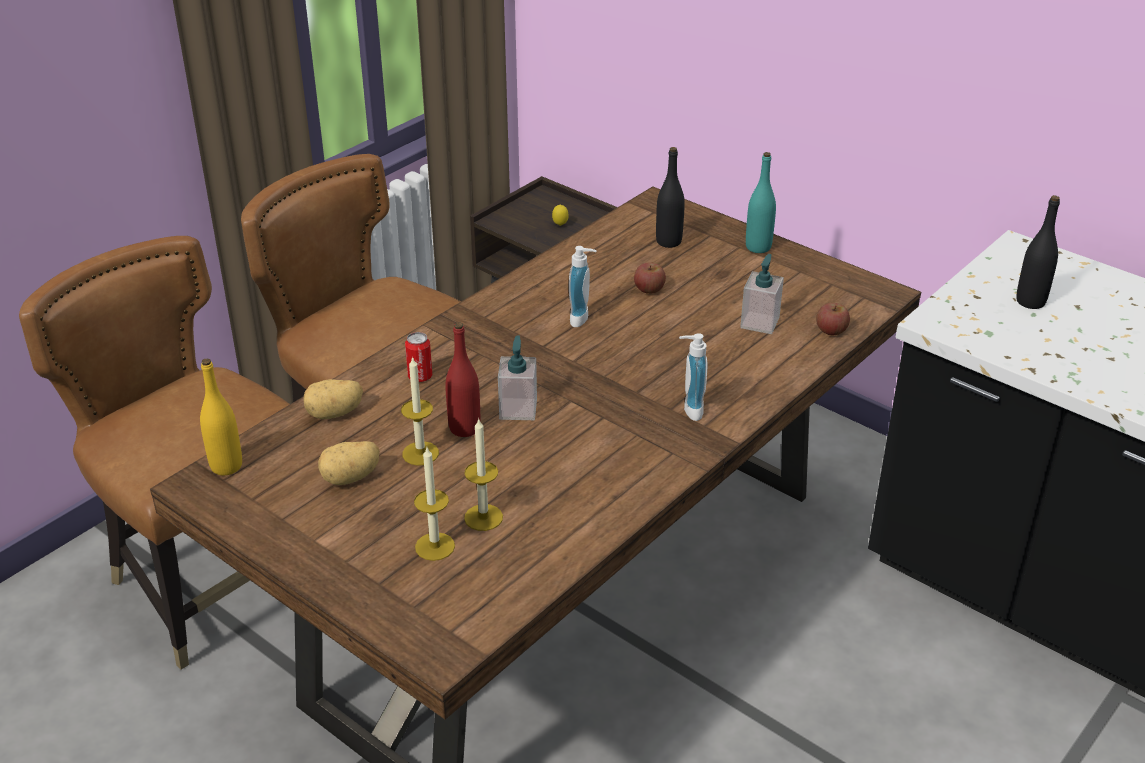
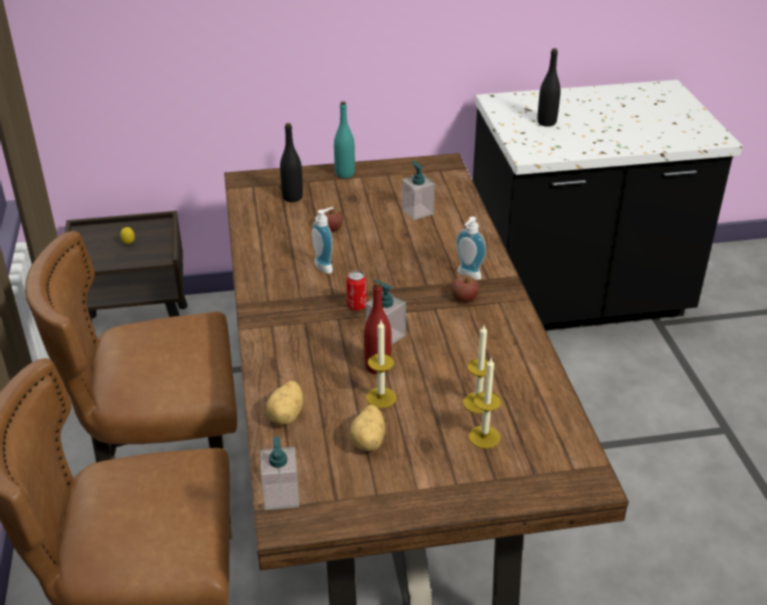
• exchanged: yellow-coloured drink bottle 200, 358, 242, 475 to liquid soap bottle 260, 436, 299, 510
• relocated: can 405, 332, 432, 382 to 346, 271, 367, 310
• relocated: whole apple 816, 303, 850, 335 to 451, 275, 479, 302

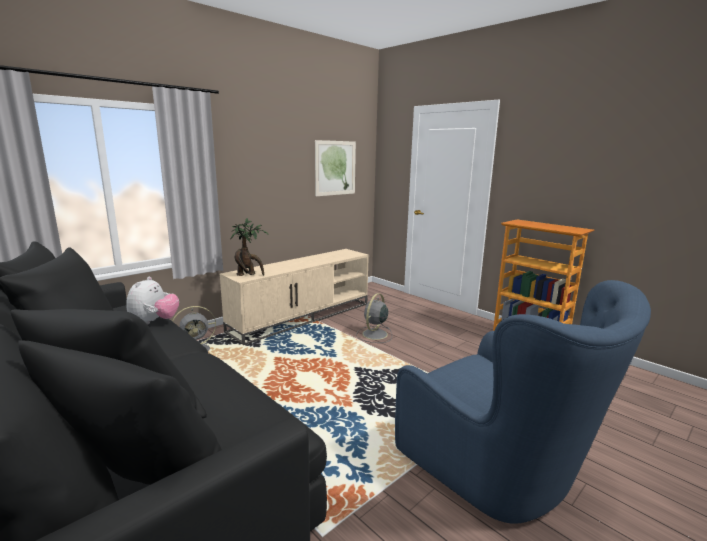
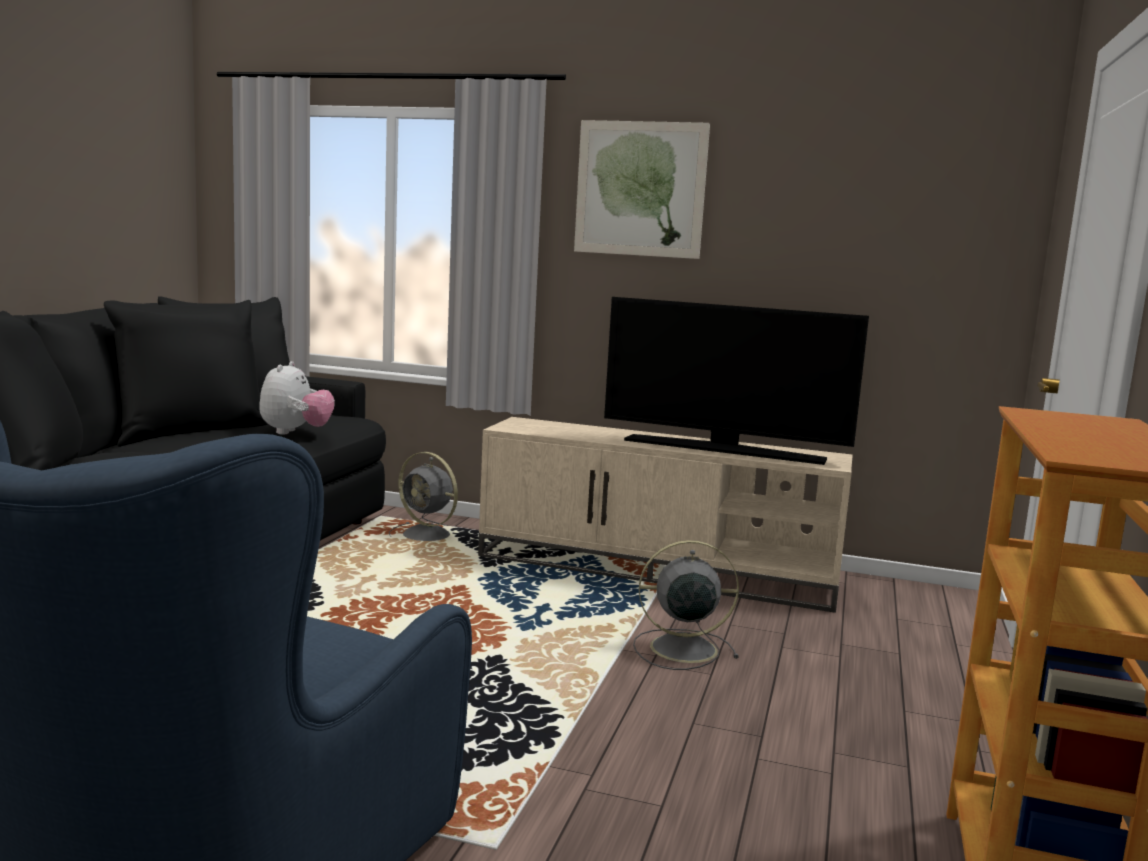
• spun: cuddly toy 126, 277, 179, 325 = 259, 361, 335, 435 60 degrees counterclockwise
• missing: houseplant 230, 218, 269, 276
• relocated: wall art 315, 140, 356, 196 to 574, 120, 710, 259
• appeared: TV 604, 297, 869, 465

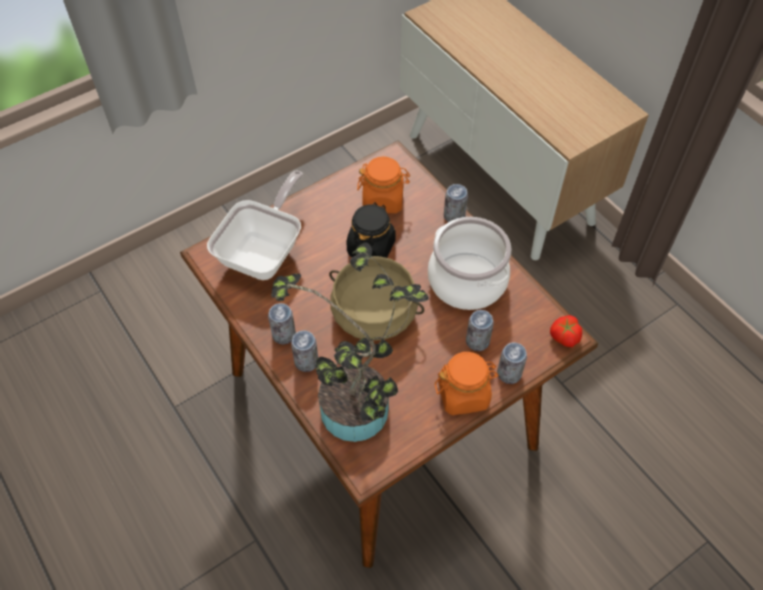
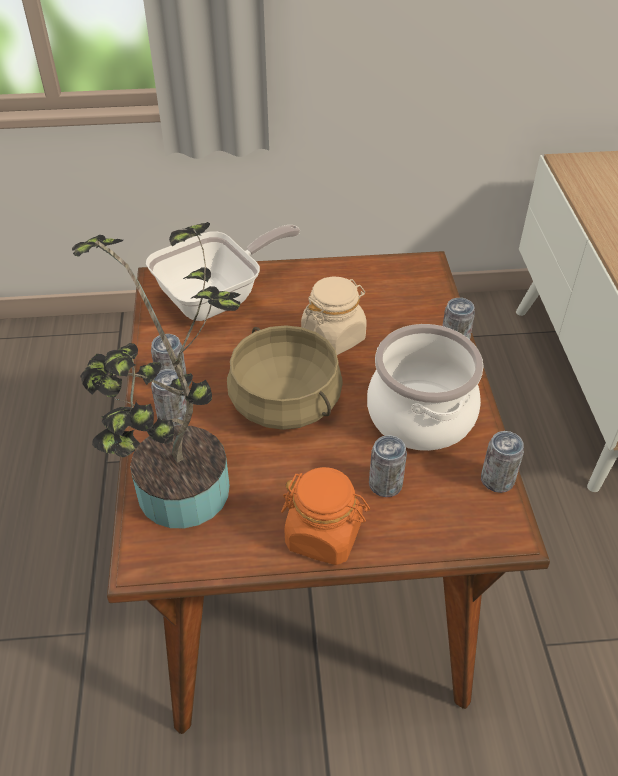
• colour: black-coloured preserve jar 347, 202, 396, 258 to beige-coloured preserve jar 301, 276, 367, 355
• missing: orangey preserve jar 357, 157, 410, 213
• relocated: can 497, 343, 527, 384 to 481, 431, 524, 493
• missing: whole tomato 550, 315, 582, 347

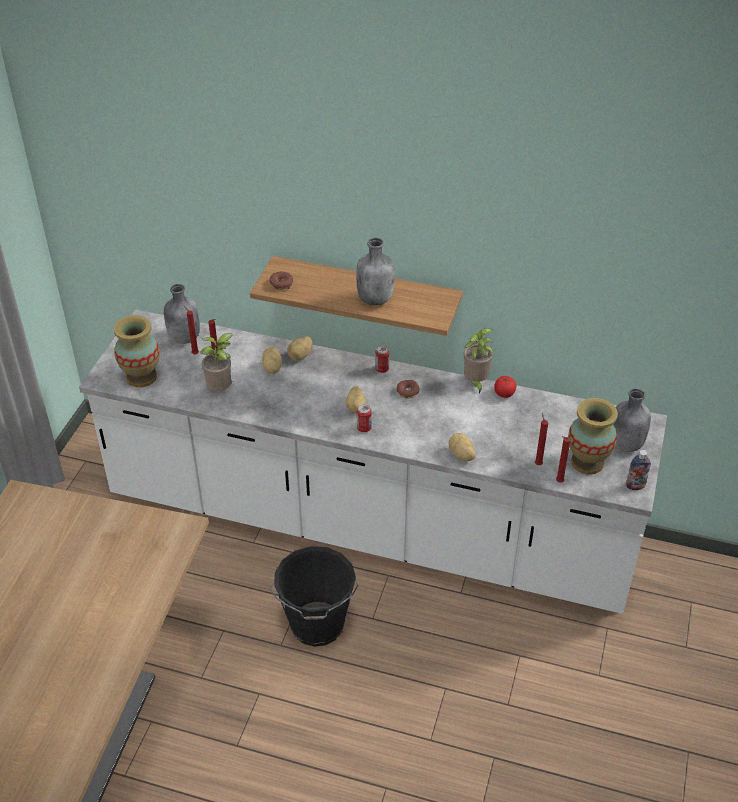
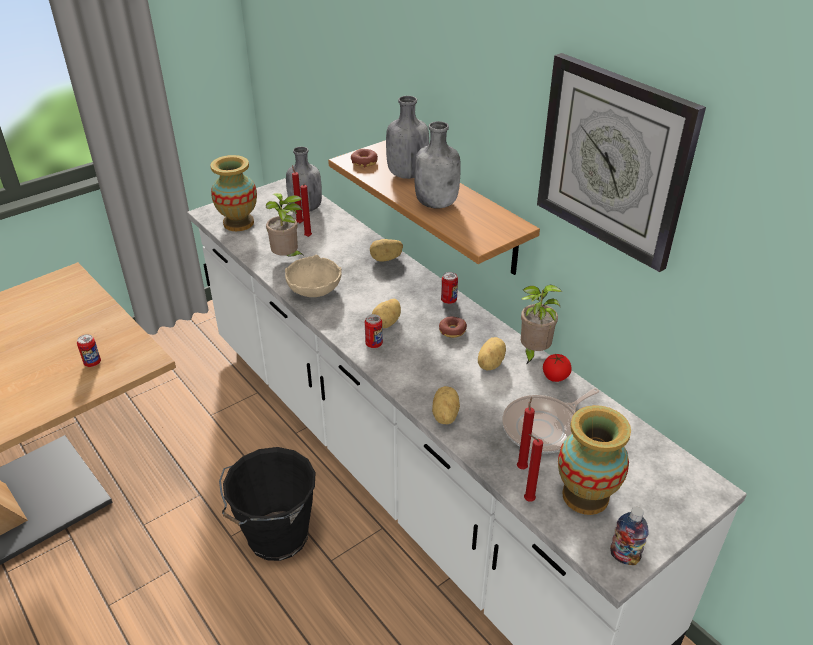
• relocated: potato 262, 347, 282, 374 to 478, 337, 506, 370
• relocated: gray drink bottle 613, 388, 651, 452 to 386, 96, 429, 179
• appeared: can 77, 334, 101, 367
• appeared: beige-coloured bowl 285, 254, 342, 297
• appeared: pan 502, 388, 599, 454
• appeared: hanging clock 537, 53, 706, 272

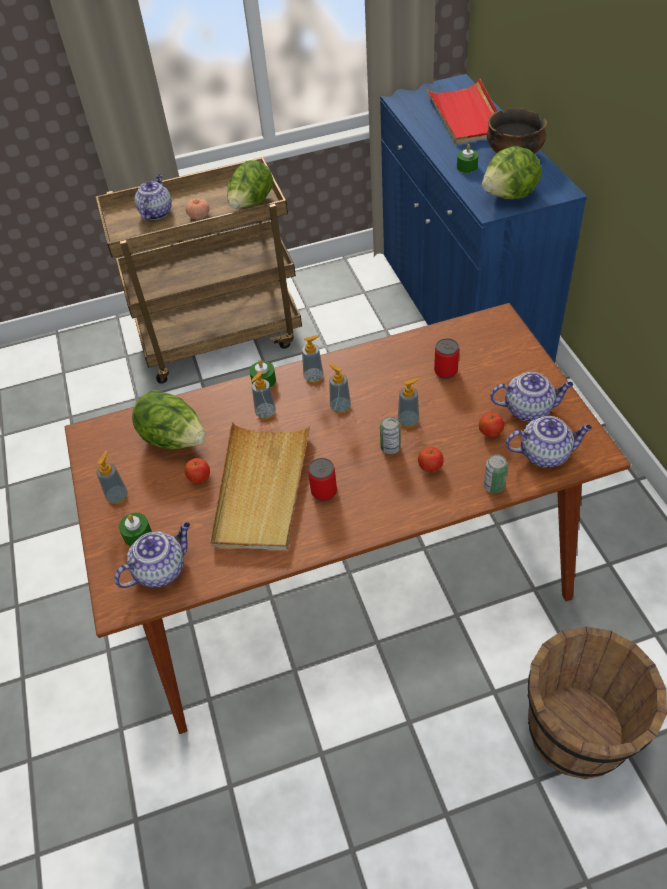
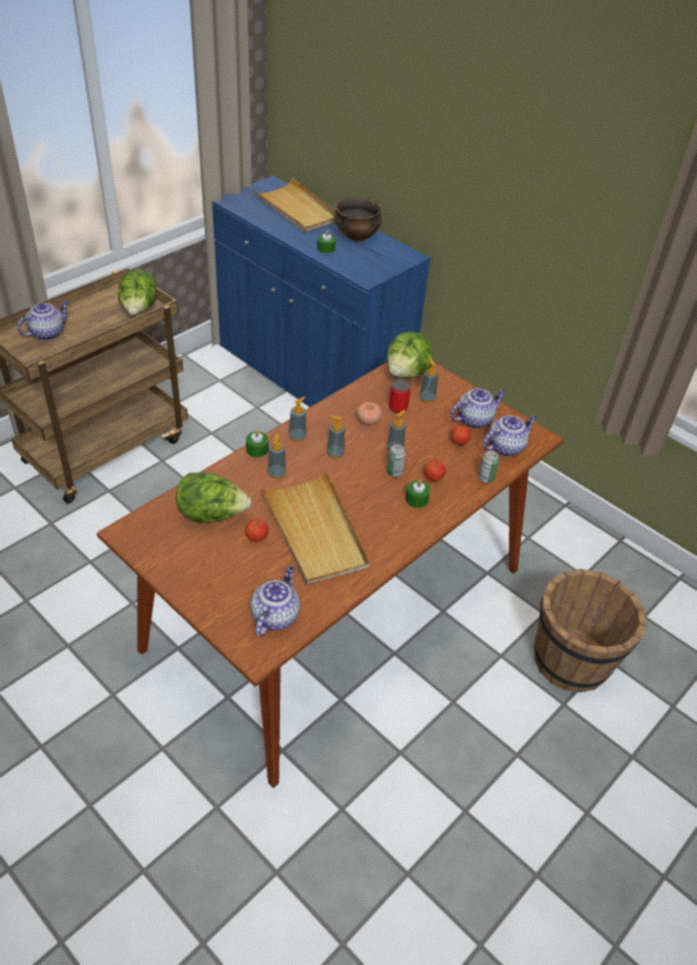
• relocated: liquid soap bottle 96, 451, 128, 504 to 419, 358, 438, 403
• relocated: greenish wax light 119, 513, 152, 546 to 406, 480, 430, 508
• spun: tea pot 135, 174, 172, 220 = 17, 301, 69, 340 60 degrees clockwise
• relocated: whole tomato 186, 198, 210, 219 to 357, 402, 382, 424
• missing: can 308, 458, 337, 501
• colour: reddish carrying tray 425, 78, 497, 145 to beige-coloured carrying tray 251, 178, 335, 233
• relocated: head of lettuce 482, 146, 541, 199 to 387, 332, 433, 378

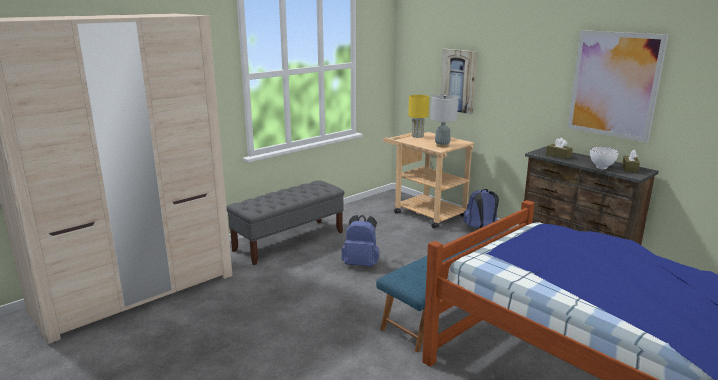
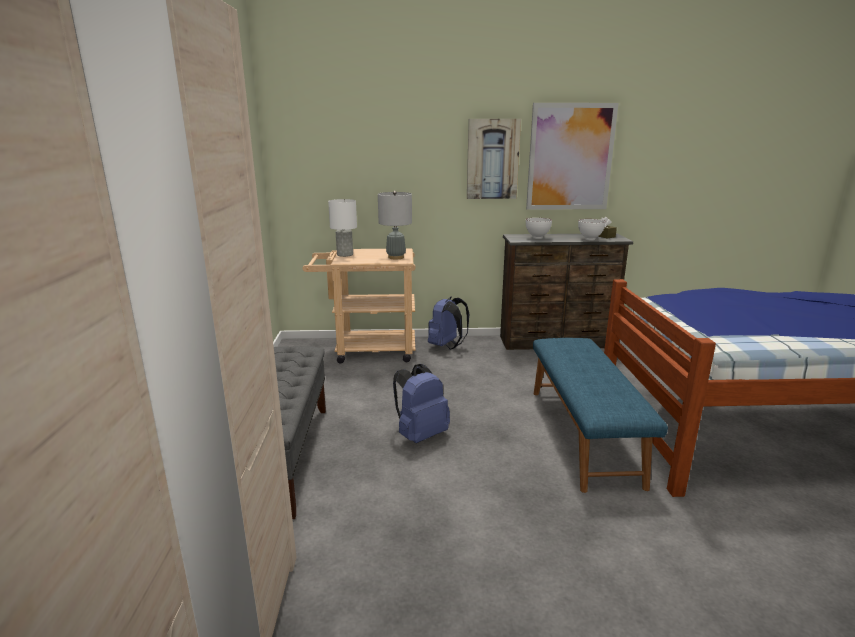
• colour: yellow-coloured lamp for a table 408, 95, 429, 138 to white lamp for a table 328, 199, 357, 257
• relocated: wall art 440, 49, 478, 114 to 467, 119, 521, 199
• exchanged: brownish tissue holder 546, 138, 573, 159 to white bowl 526, 218, 552, 239

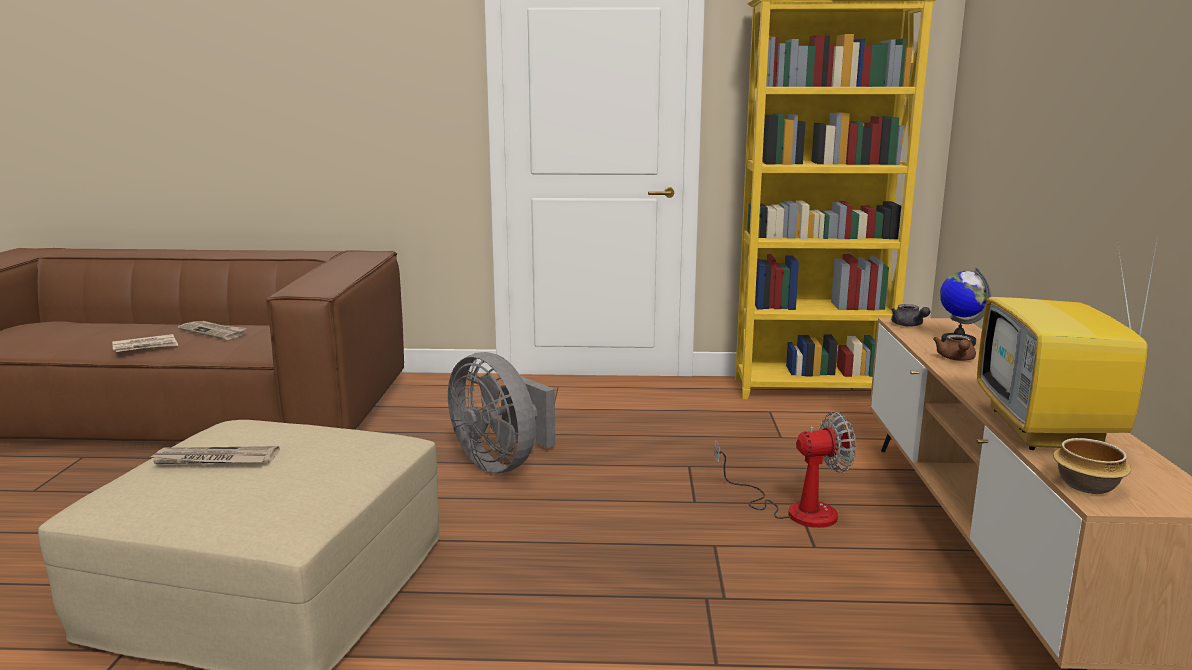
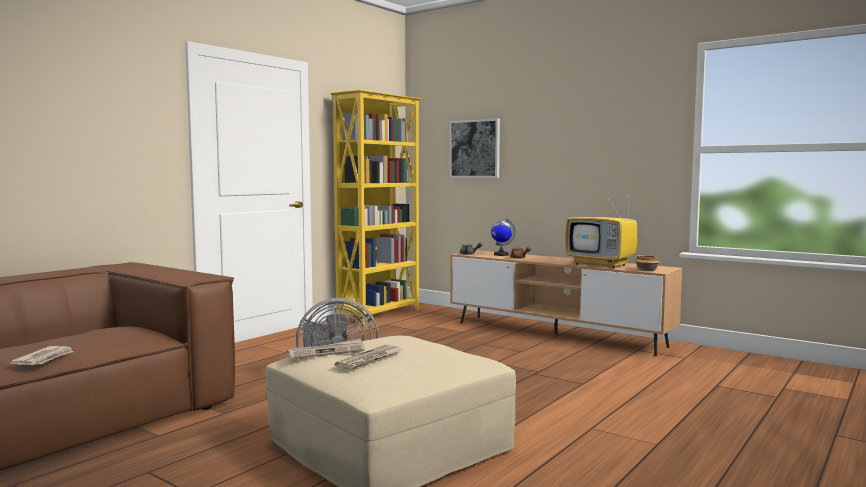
• relocated: printed paper 177, 321, 246, 340 to 287, 339, 365, 359
• missing: cooling fan 714, 412, 856, 528
• appeared: wall art 449, 118, 500, 178

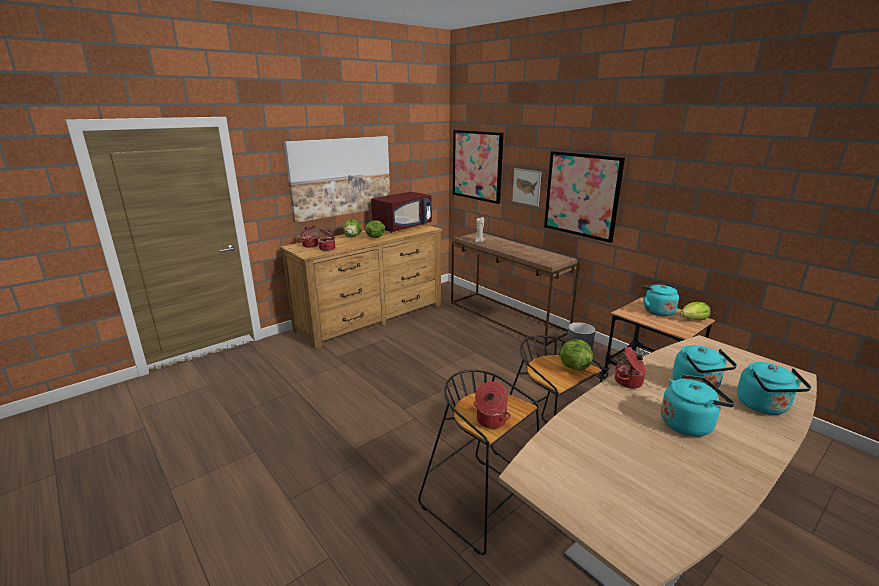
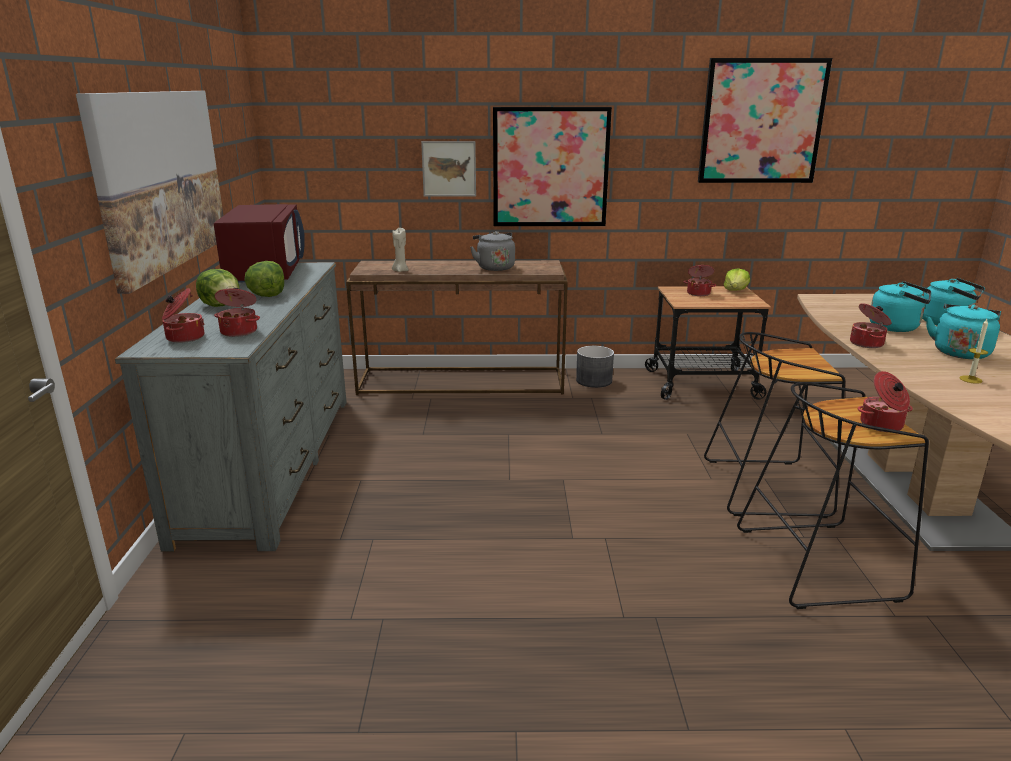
• colour: brownish drawer chest 280, 224, 443, 349 to gray drawer chest 115, 262, 347, 552
• relocated: wall art 453, 130, 503, 204 to 698, 58, 832, 183
• missing: head of lettuce 560, 340, 593, 370
• exchanged: turquoise-coloured water kettle 641, 284, 679, 316 to saucepot 683, 265, 716, 296
• appeared: gray water kettle 470, 231, 515, 271
• appeared: wax light 959, 319, 988, 384

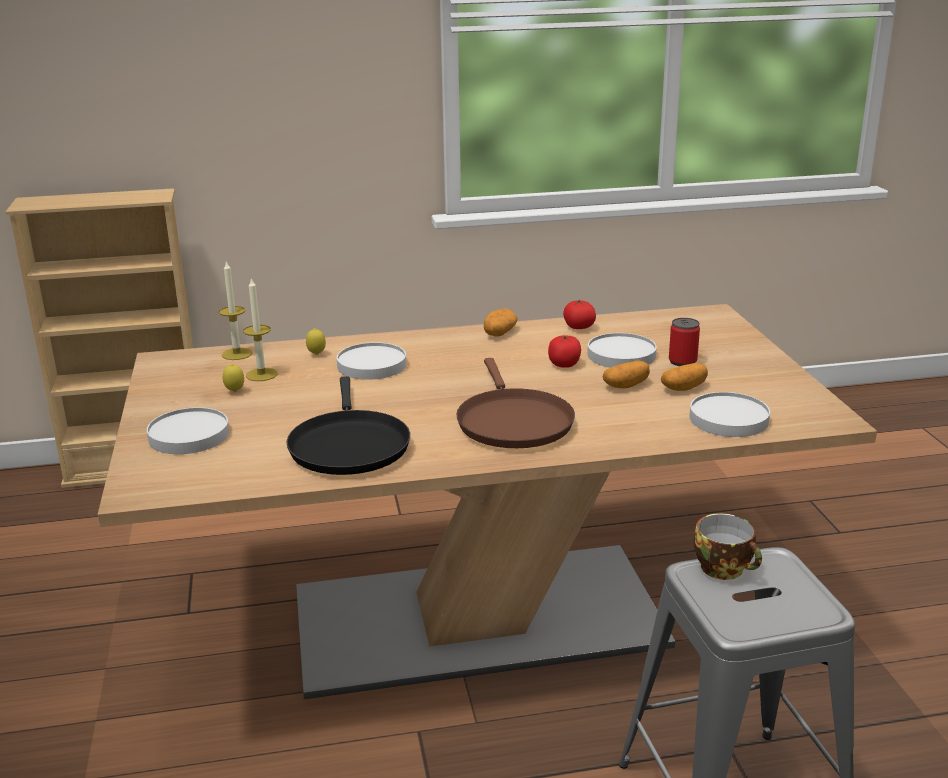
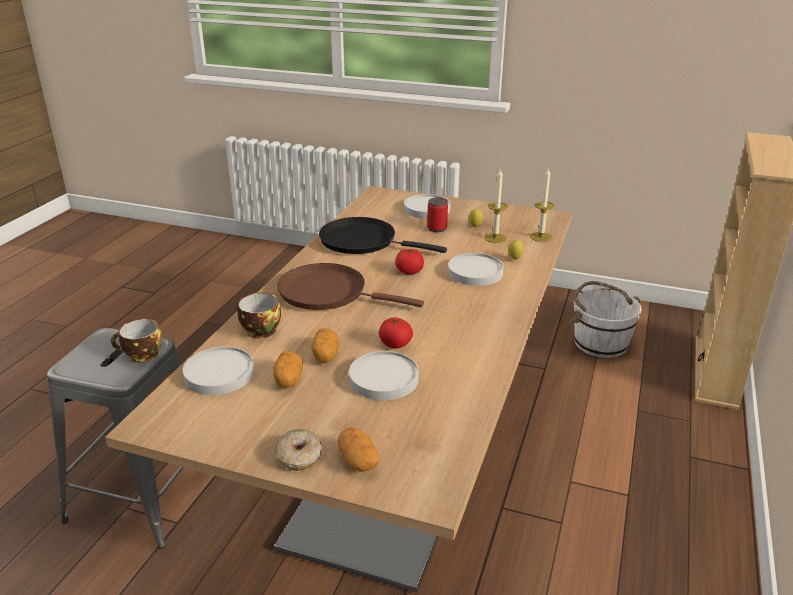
• relocated: potato 484, 308, 518, 337 to 337, 428, 380, 472
• relocated: whole tomato 563, 300, 596, 329 to 395, 249, 424, 275
• relocated: can 669, 318, 700, 366 to 427, 197, 448, 232
• appeared: drinking cup 236, 293, 281, 339
• appeared: doughnut 276, 429, 322, 471
• appeared: white water bucket 569, 281, 642, 358

